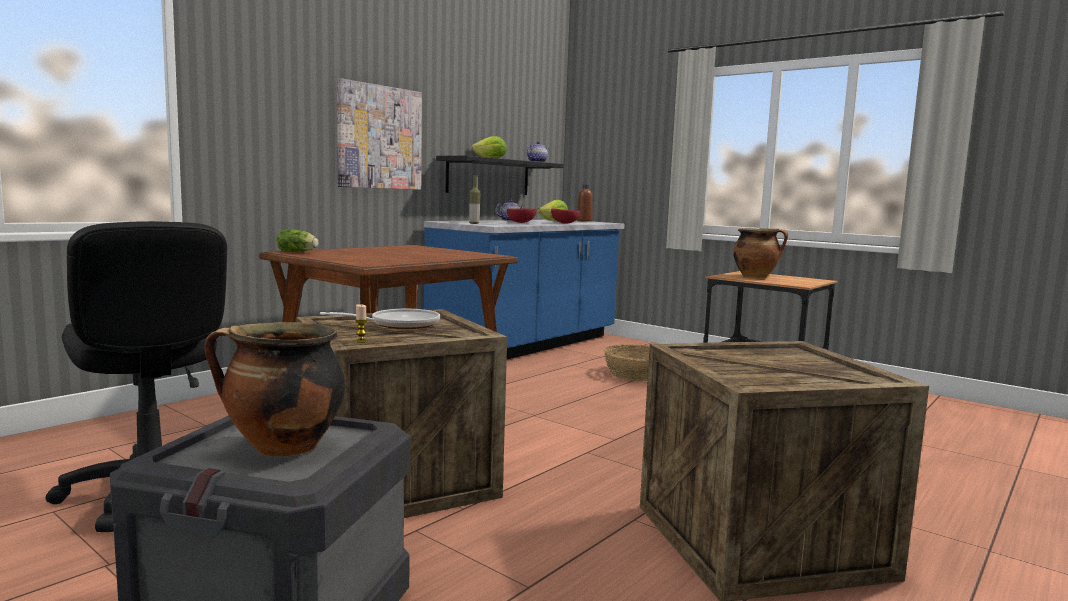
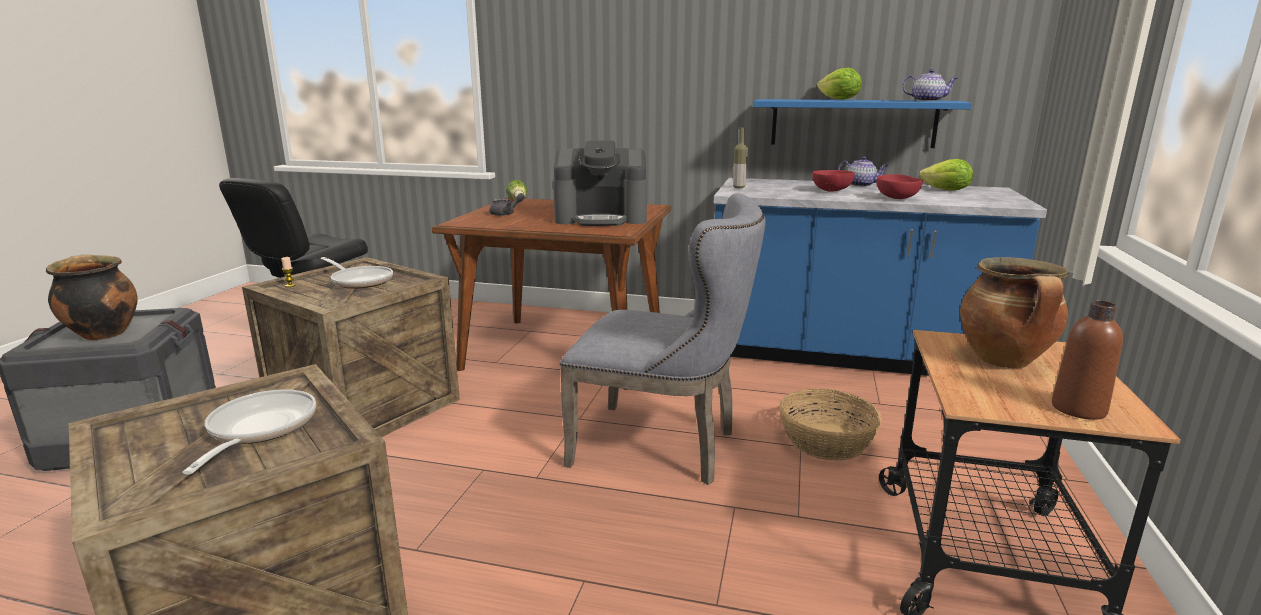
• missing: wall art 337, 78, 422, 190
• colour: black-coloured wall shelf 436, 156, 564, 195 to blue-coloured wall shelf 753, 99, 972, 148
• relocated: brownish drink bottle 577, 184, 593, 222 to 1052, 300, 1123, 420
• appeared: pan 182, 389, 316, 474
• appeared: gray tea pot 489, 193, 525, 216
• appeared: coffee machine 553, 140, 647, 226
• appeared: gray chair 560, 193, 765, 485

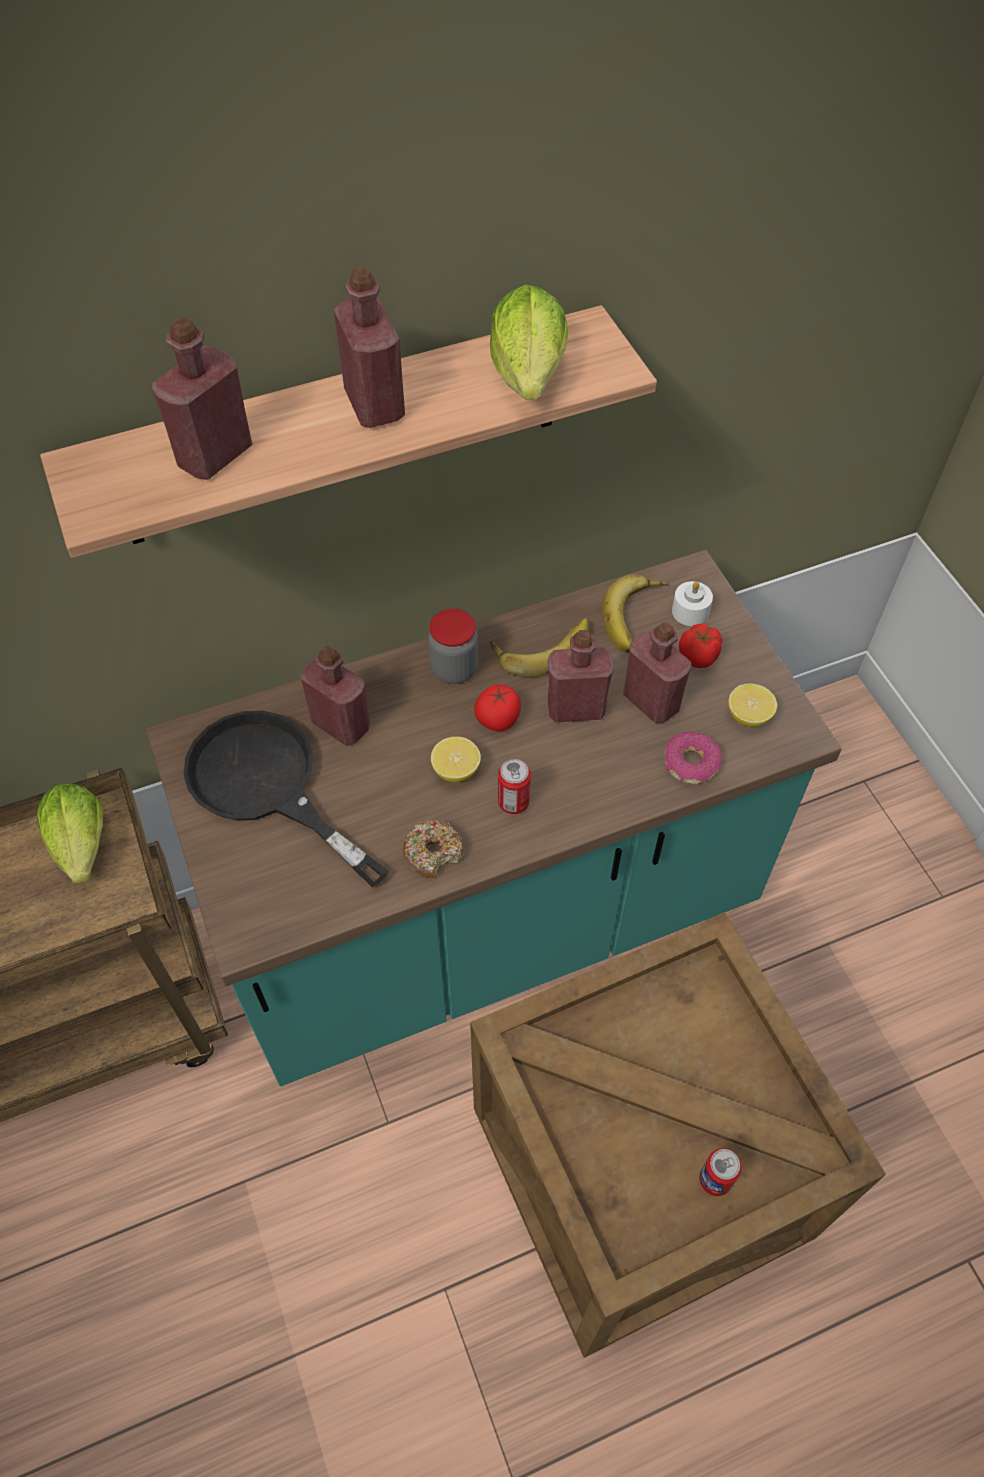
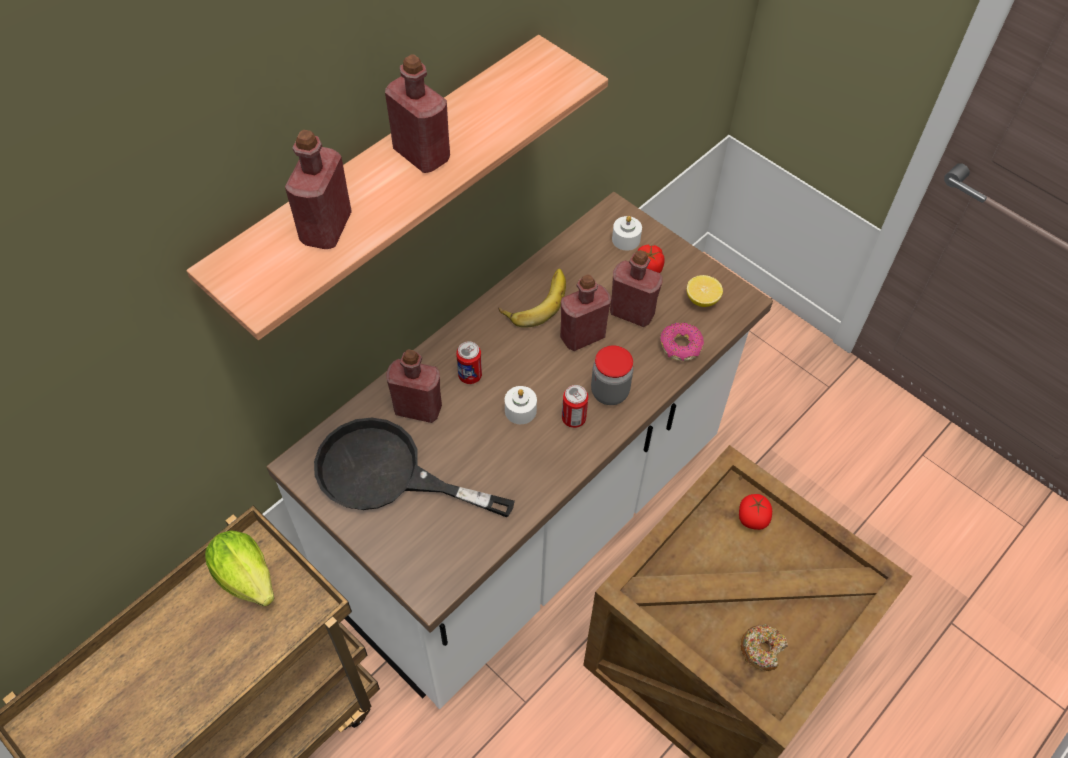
• colour: turquoise-coloured counter 146, 550, 842, 1087 to white counter 266, 192, 773, 709
• relocated: doughnut 403, 820, 464, 878 to 740, 624, 788, 671
• relocated: preserve jar 428, 609, 478, 684 to 591, 346, 633, 405
• exchanged: whole lemon 431, 737, 481, 782 to white wax light 505, 386, 537, 424
• relocated: whole tomato 474, 684, 521, 731 to 739, 494, 772, 530
• missing: head of lettuce 490, 284, 568, 400
• missing: banana 602, 574, 669, 653
• relocated: can 699, 1148, 742, 1196 to 456, 341, 482, 384

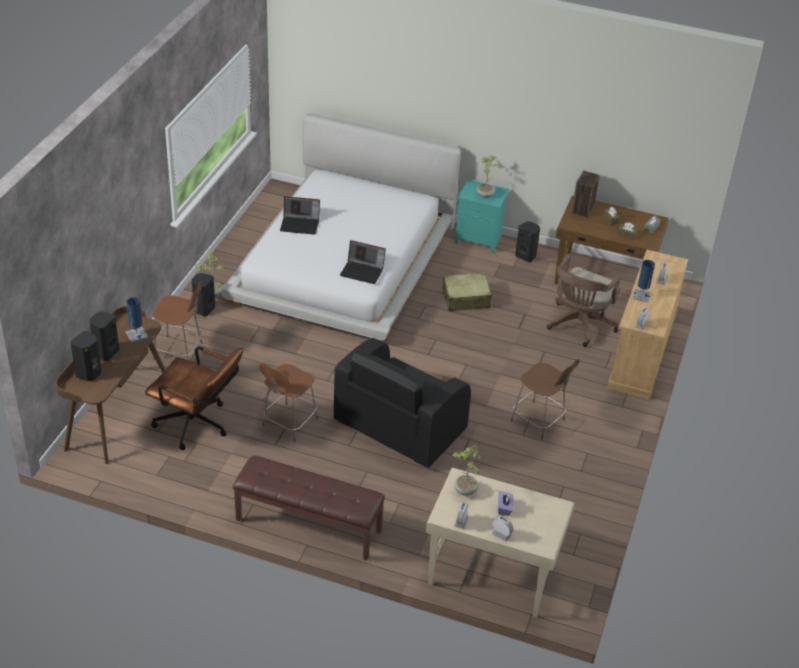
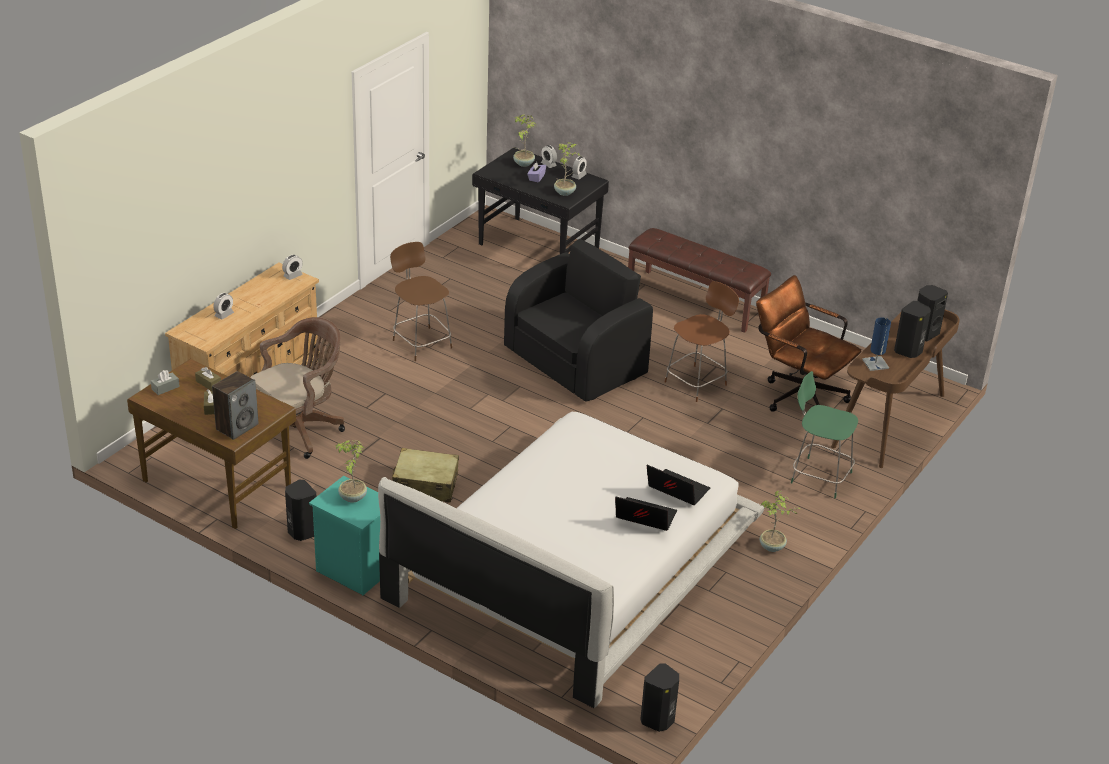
• colour: brownish chair 152, 281, 203, 360 to greenish chair 791, 371, 858, 498
• relocated: black-coloured audio speaker 192, 273, 215, 317 to 640, 663, 679, 732
• relocated: laptop 340, 240, 386, 284 to 647, 465, 710, 505
• colour: beige-coloured desk table 426, 468, 574, 617 to black-coloured desk table 472, 147, 609, 254
• missing: blue-coloured lamp for a table 633, 260, 655, 303
• appeared: houseplant 513, 115, 536, 167

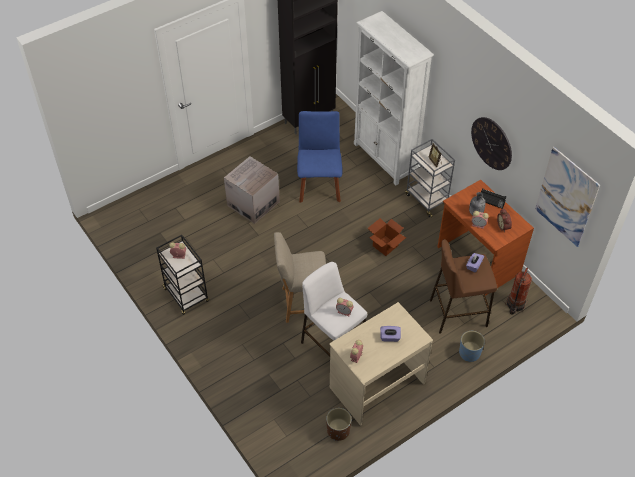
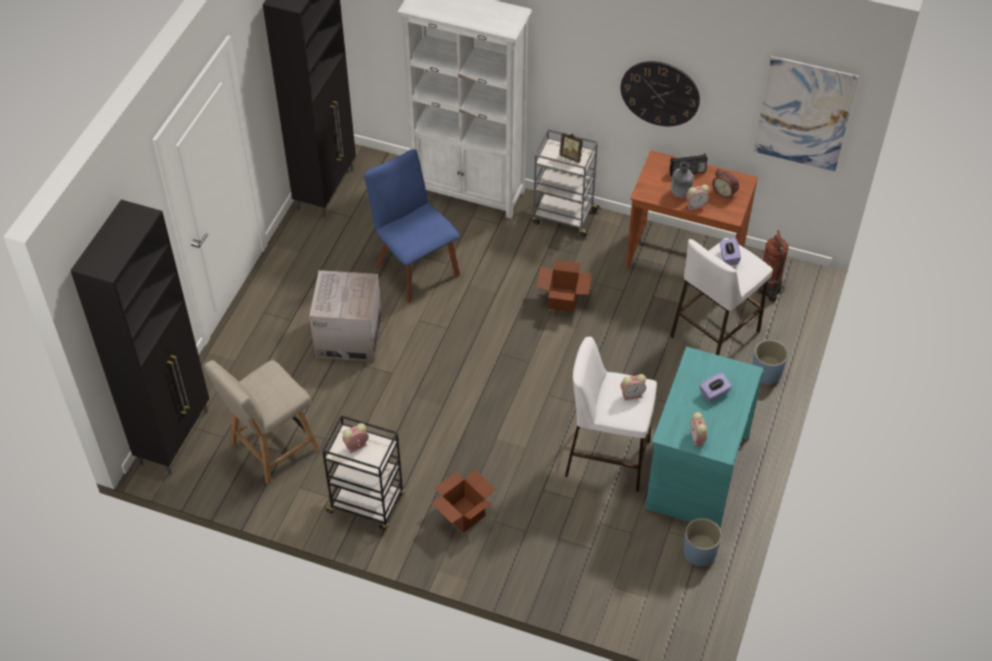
• relocated: beige-coloured chair 274, 232, 326, 323 to 204, 360, 320, 485
• colour: brownish planter 326, 408, 351, 441 to blue-coloured planter 683, 518, 722, 566
• colour: beige-coloured desk table 329, 302, 433, 426 to turquoise-coloured desk table 645, 347, 764, 527
• colour: brownish sitting stool 430, 239, 497, 334 to white sitting stool 670, 238, 773, 355
• appeared: black-coloured cupboard 70, 200, 209, 475
• appeared: carton 431, 470, 495, 533

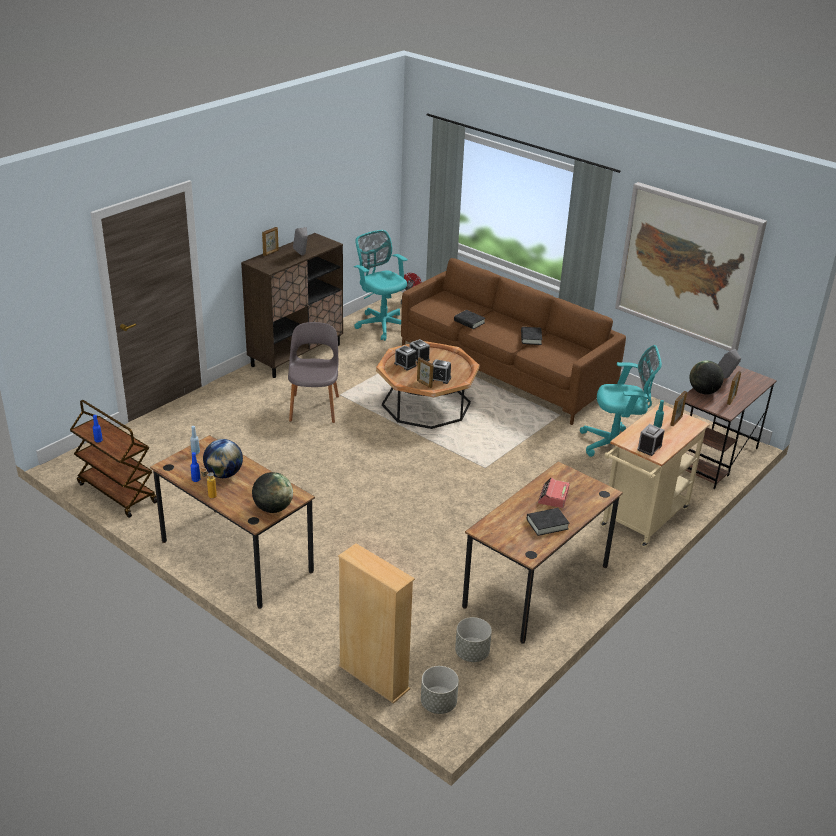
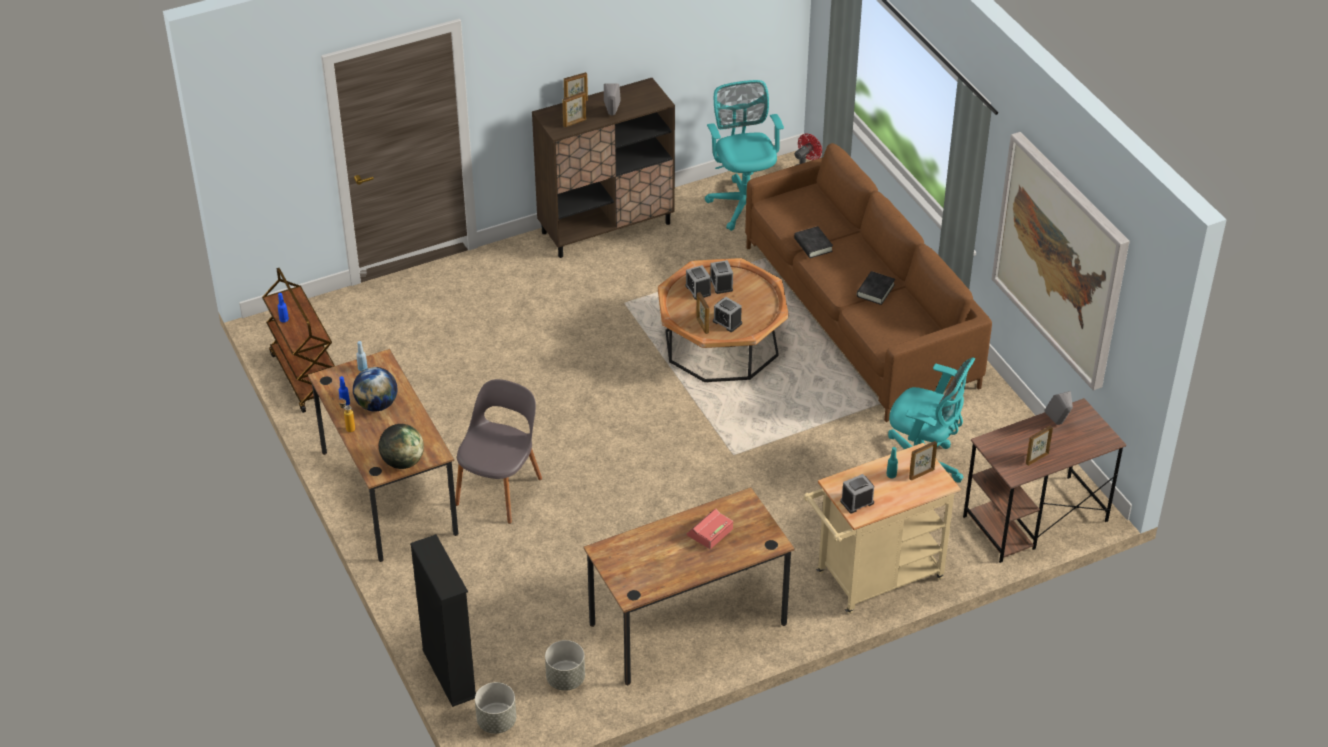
• relocated: gray chair 288, 322, 339, 423 to 455, 379, 542, 524
• colour: beige-coloured bookshelf 338, 543, 415, 704 to black-coloured bookshelf 410, 534, 476, 707
• missing: black-coloured bound book 527, 508, 570, 536
• missing: globe 689, 360, 724, 395
• appeared: photo frame 562, 92, 586, 127

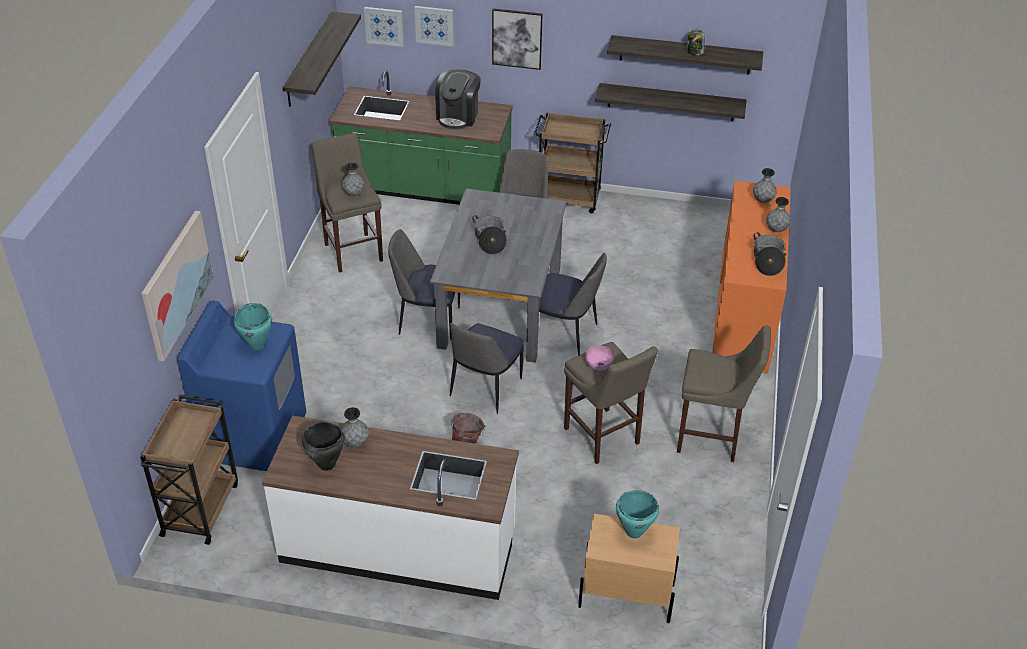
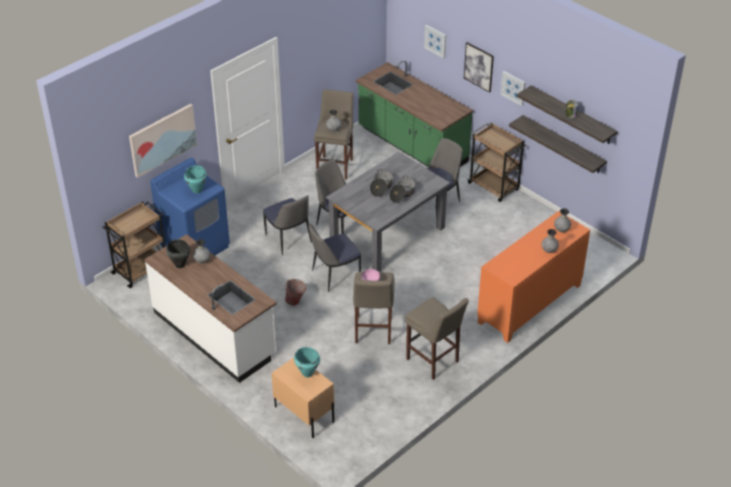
• missing: wall shelf 283, 11, 361, 107
• relocated: wall art 364, 7, 404, 47 to 501, 71, 526, 106
• missing: coffee machine 435, 70, 481, 130
• relocated: chair 539, 253, 607, 356 to 263, 195, 312, 255
• relocated: saucepot 754, 232, 786, 276 to 390, 176, 415, 203

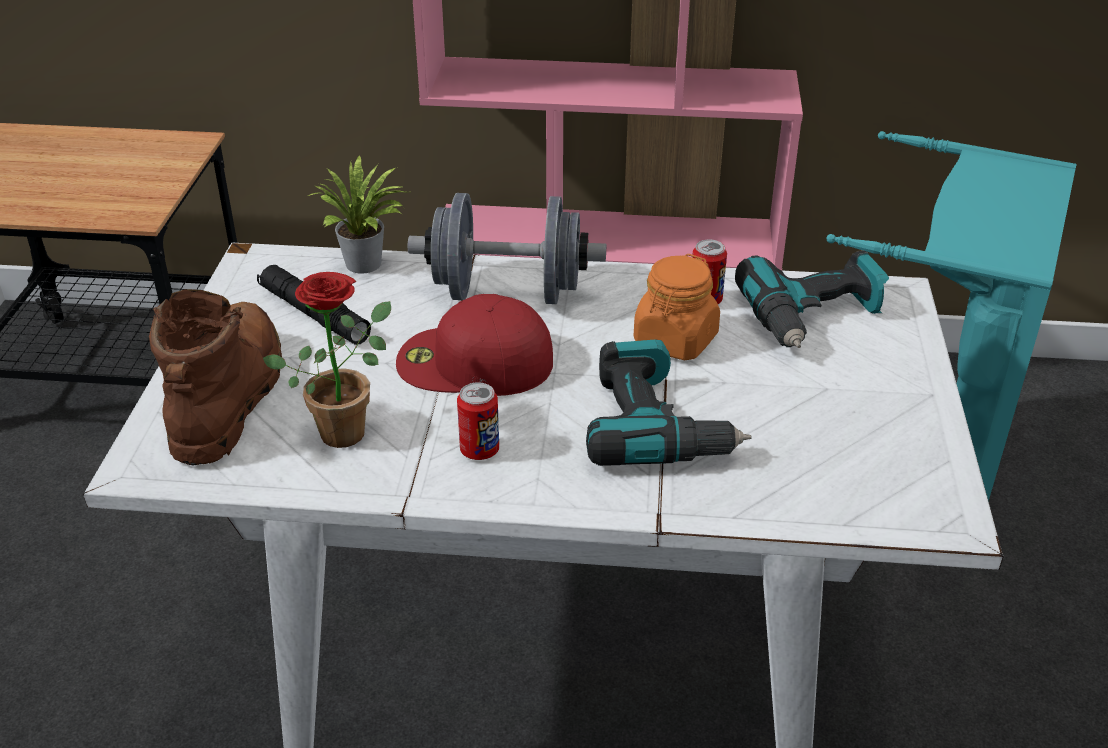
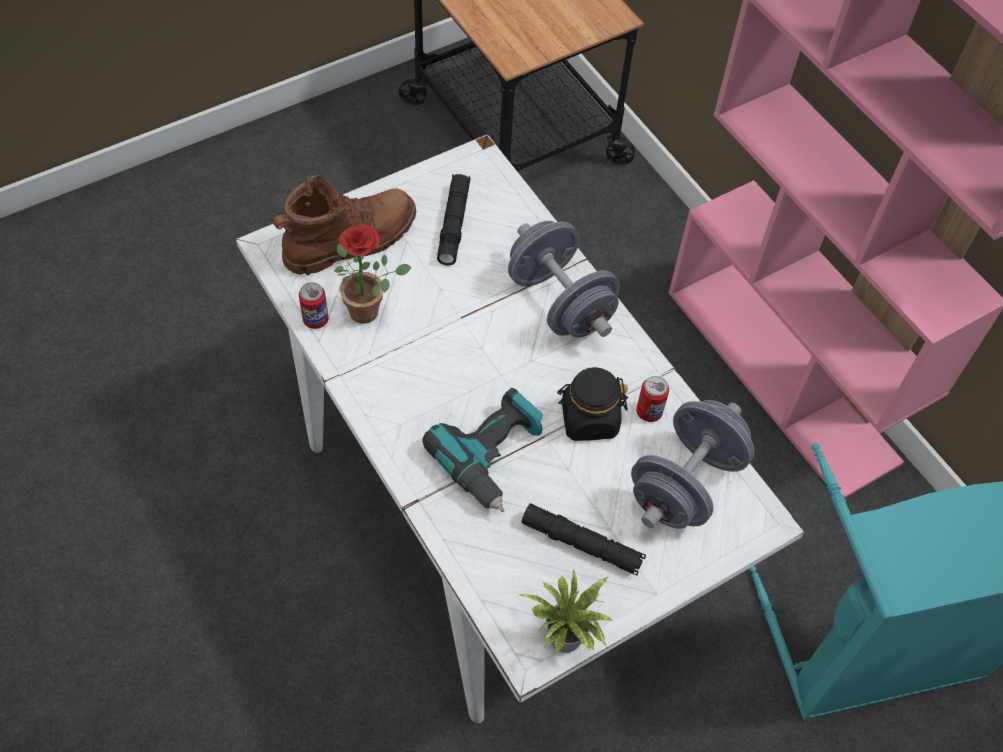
• relocated: houseplant 305, 154, 405, 273 to 519, 569, 613, 654
• missing: reddish cap 396, 294, 553, 396
• relocated: can 457, 382, 499, 460 to 299, 282, 329, 329
• colour: orangey preserve jar 634, 254, 720, 361 to black-coloured preserve jar 557, 367, 628, 441
• exchanged: power drill 735, 250, 889, 348 to gray dumbbell 631, 400, 754, 529
• appeared: black-coloured hand torch 521, 503, 646, 576

